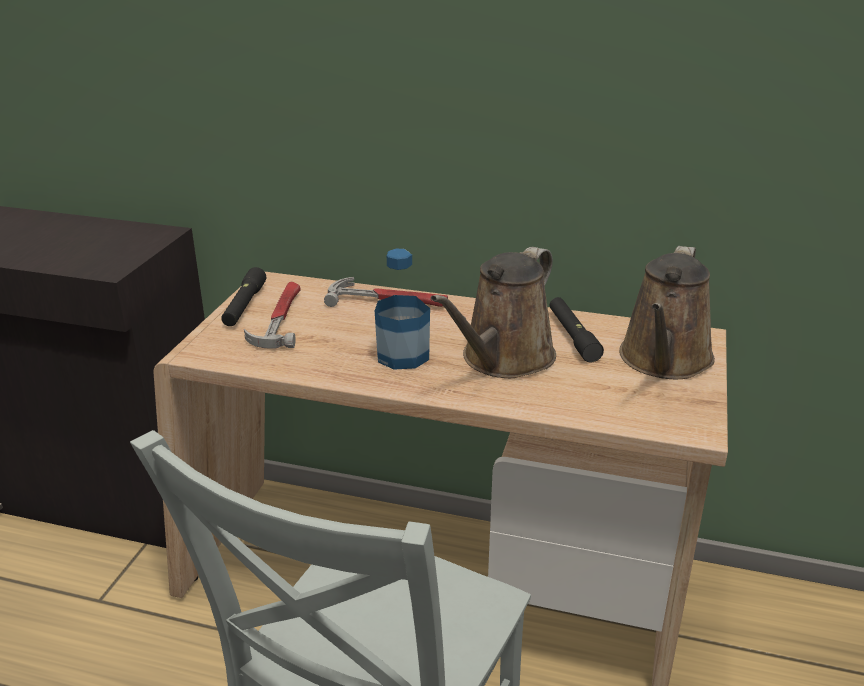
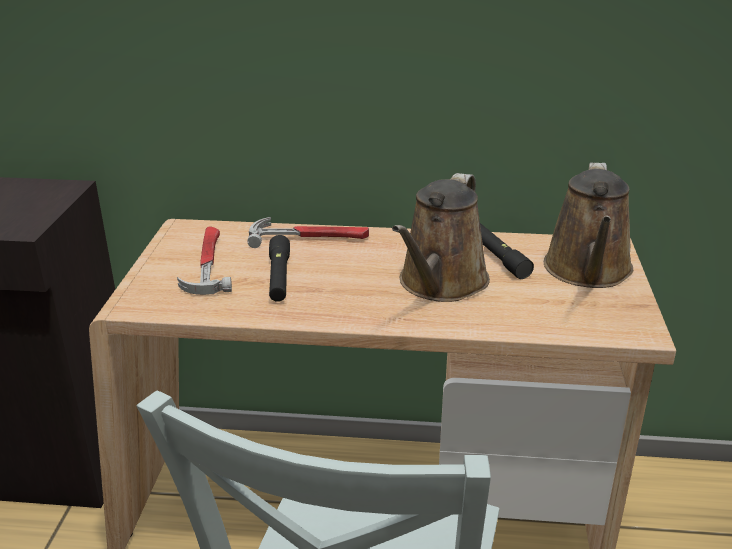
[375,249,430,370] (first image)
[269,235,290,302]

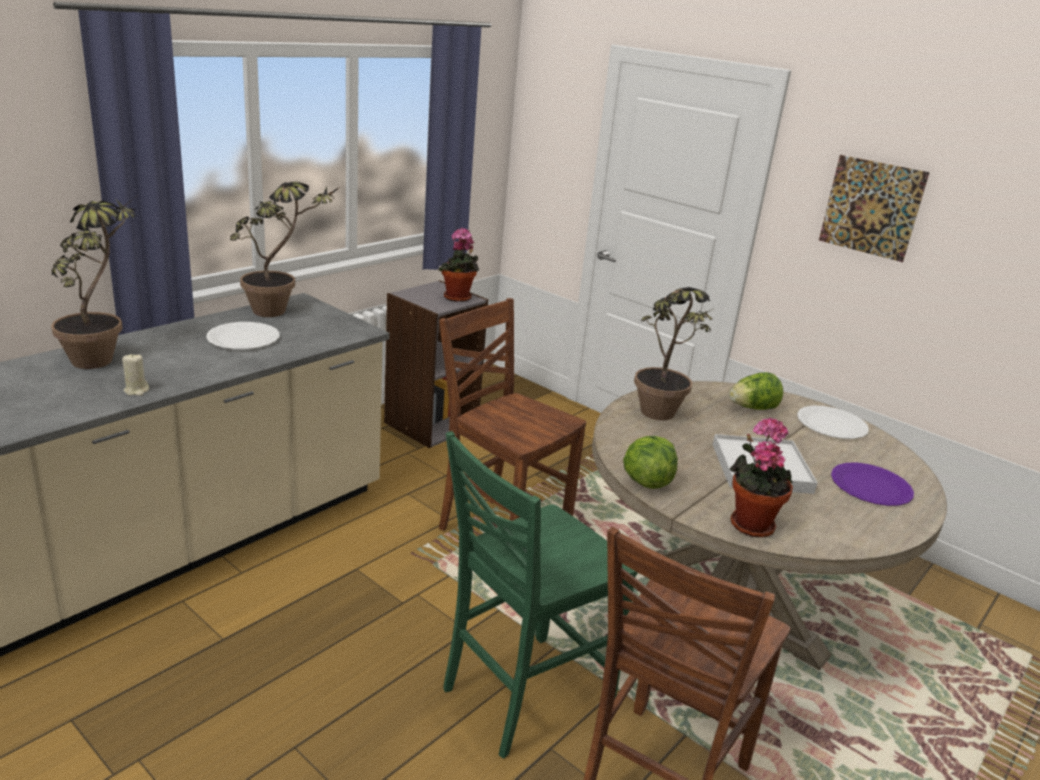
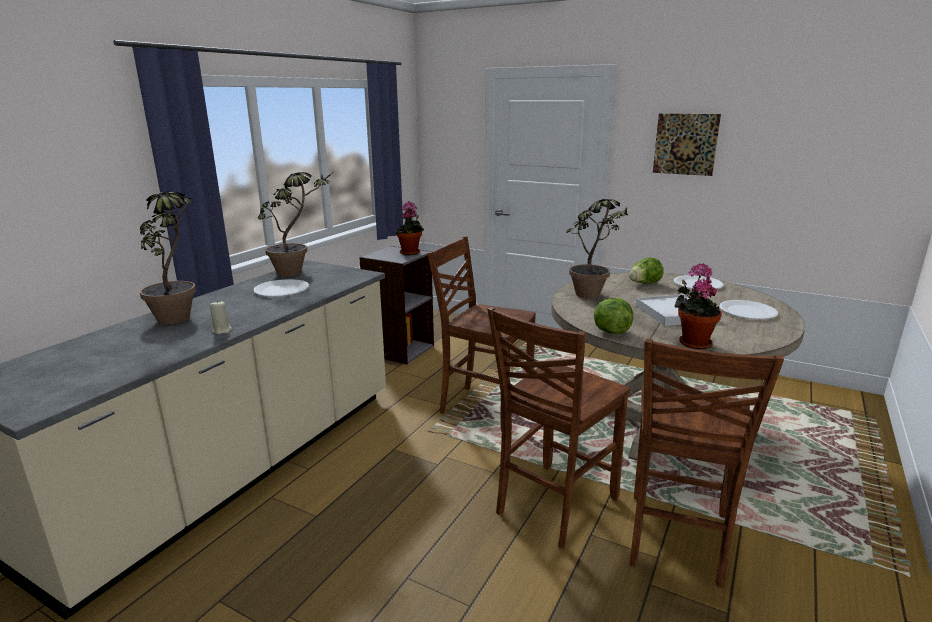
[488,307,630,549]
[719,300,778,319]

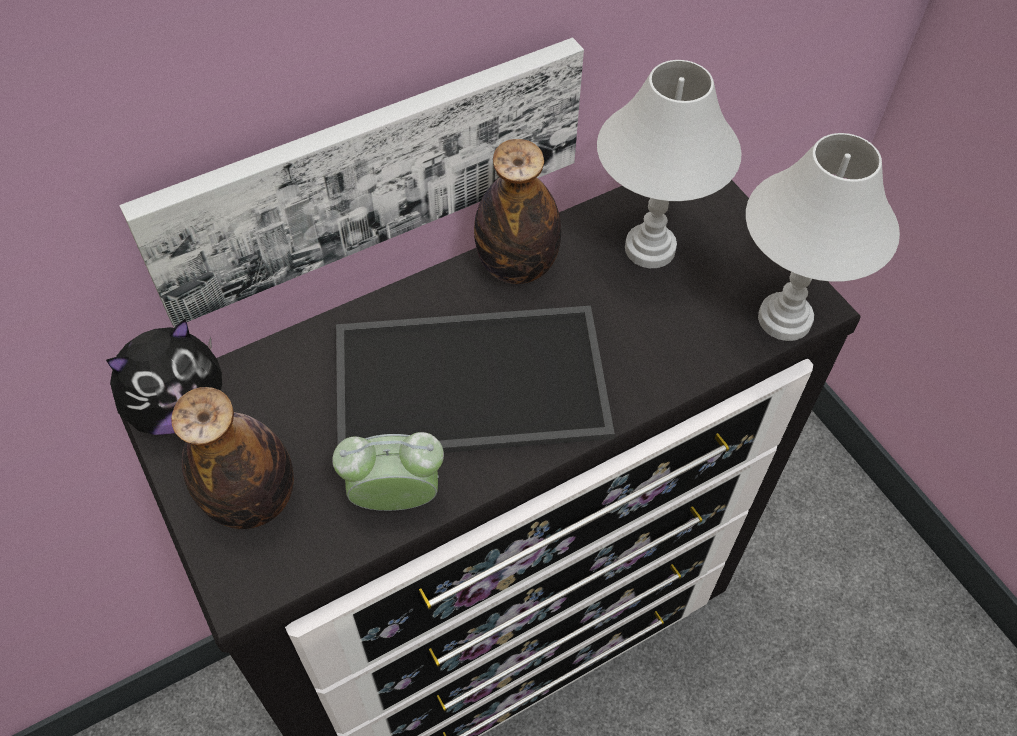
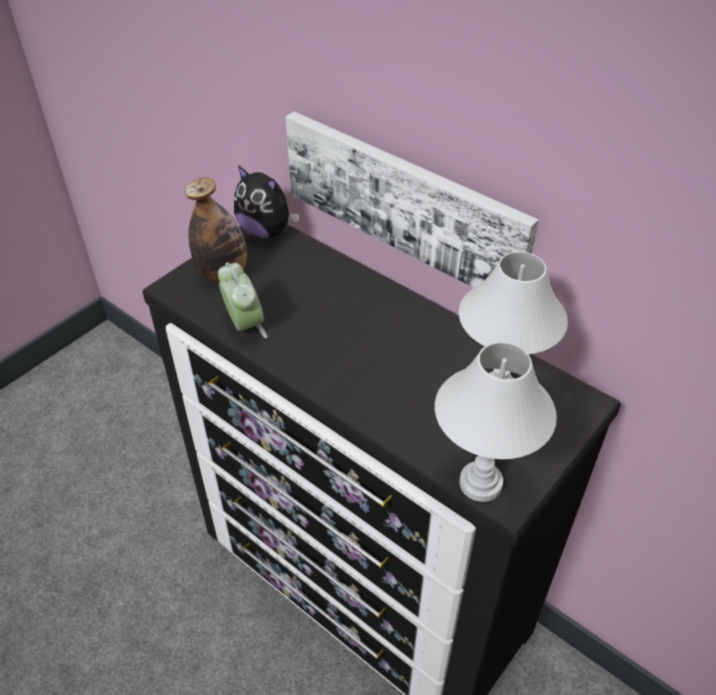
[336,306,615,453] (first image)
[474,139,561,284] (first image)

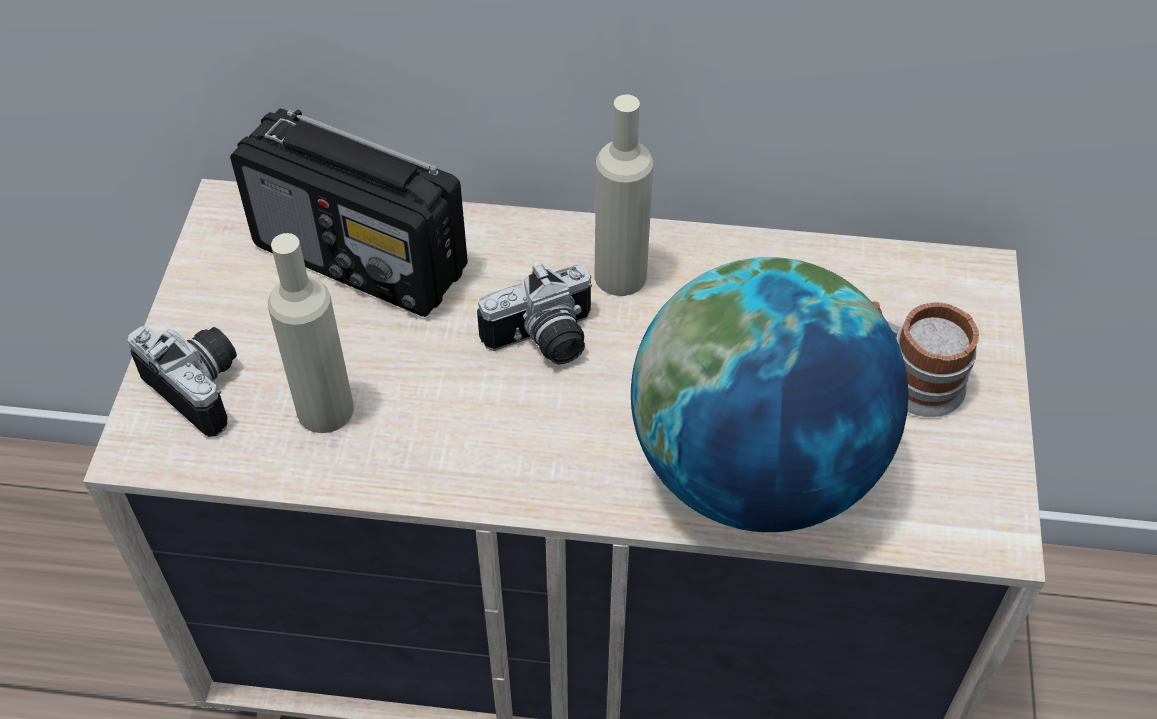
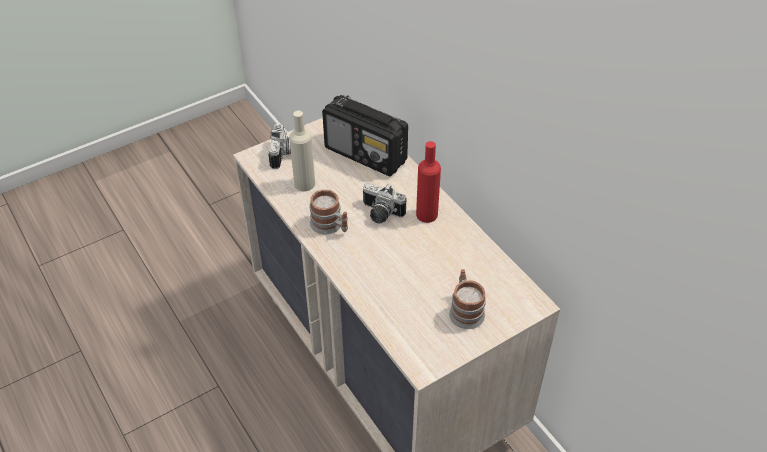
[631,257,908,532] (first image)
[310,189,348,234]
[416,141,441,223]
[322,95,408,176]

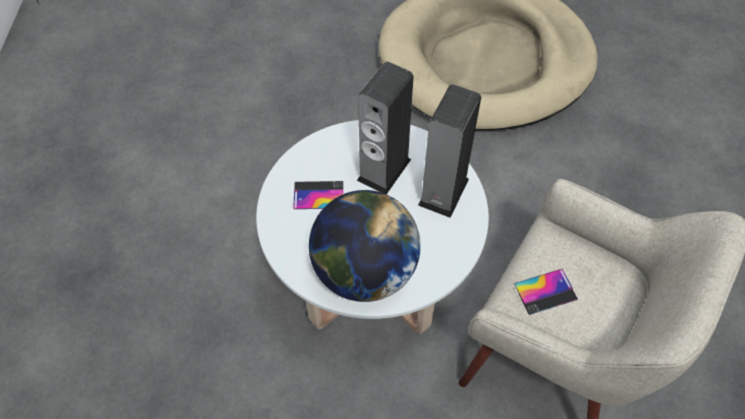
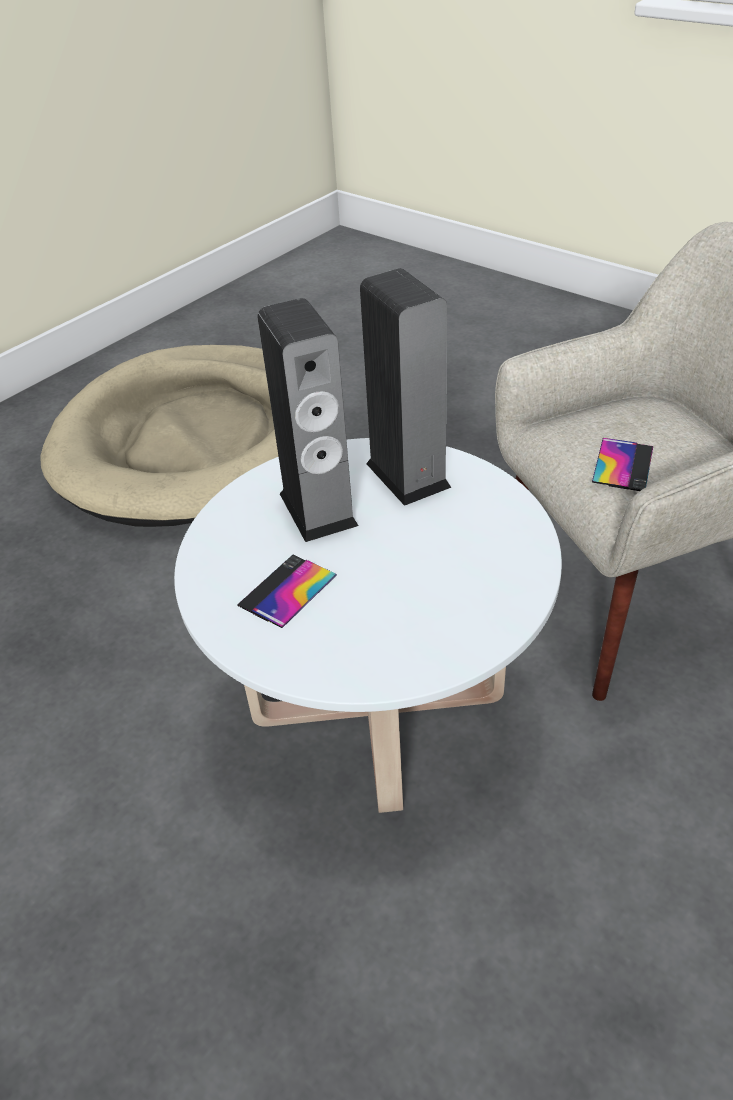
[309,190,421,302] (first image)

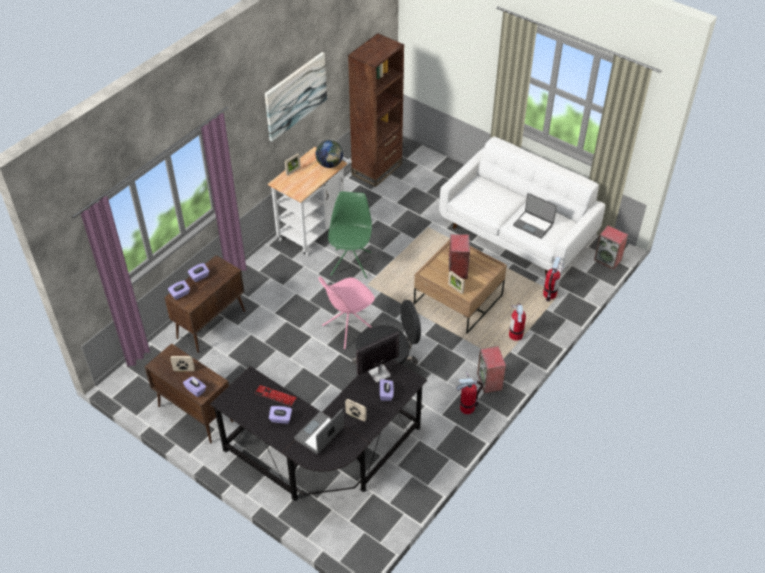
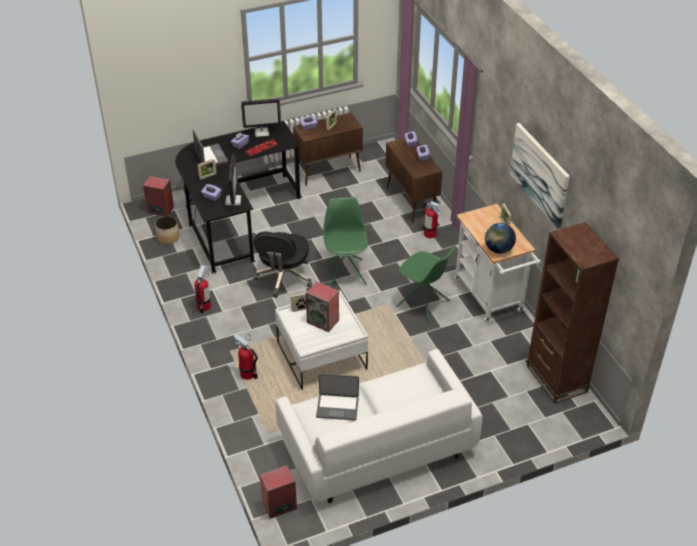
[155,216,179,244]
[241,99,281,137]
[143,176,174,216]
[423,201,441,238]
[323,197,368,287]
[275,290,368,390]
[316,373,359,420]

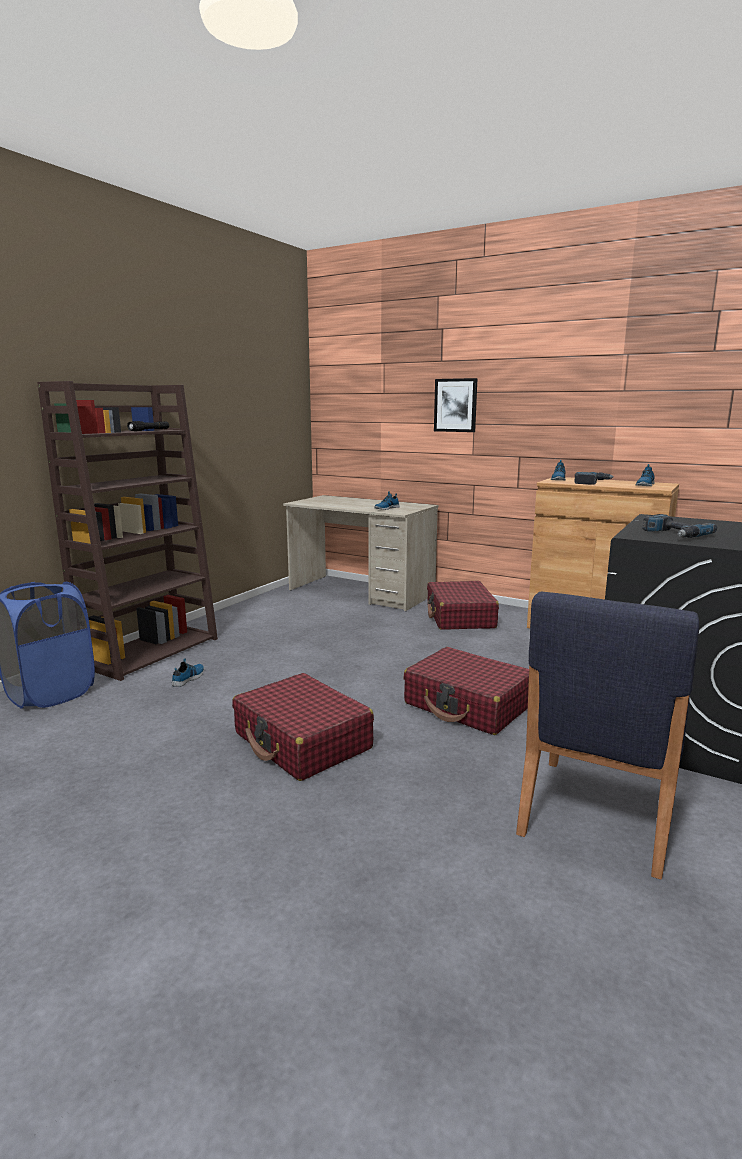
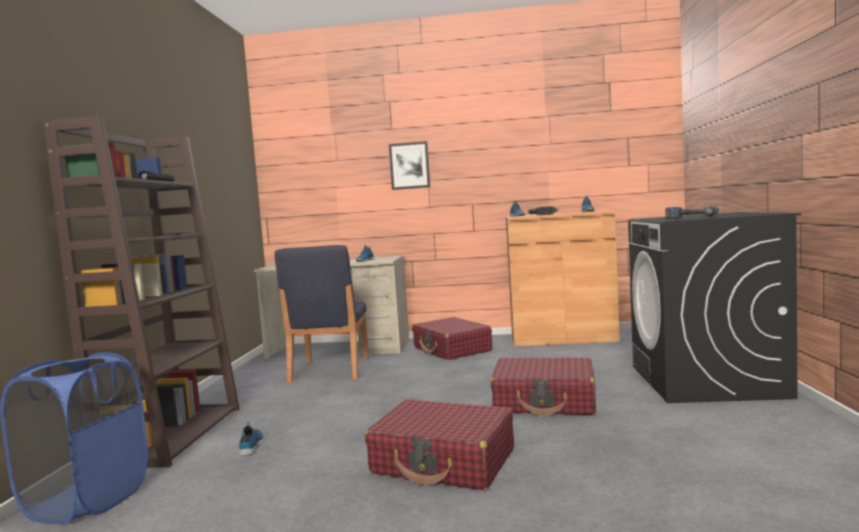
[274,245,369,383]

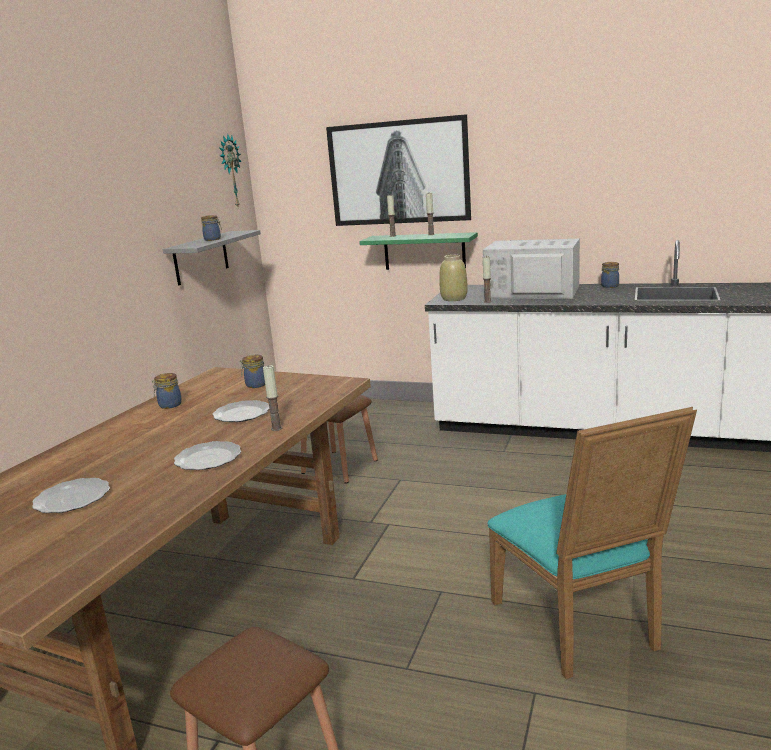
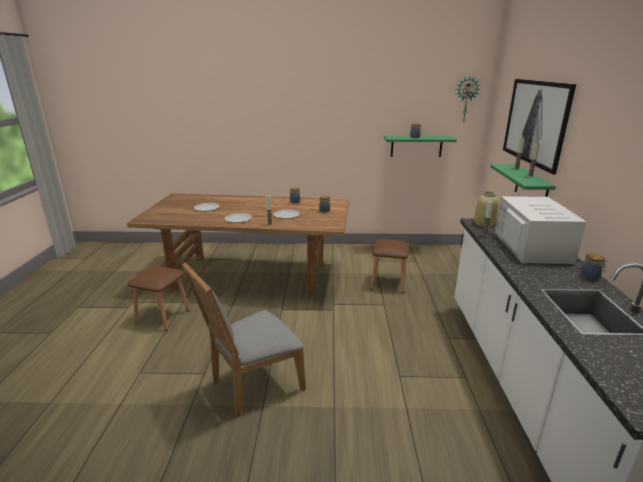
[384,136,457,157]
[182,262,306,418]

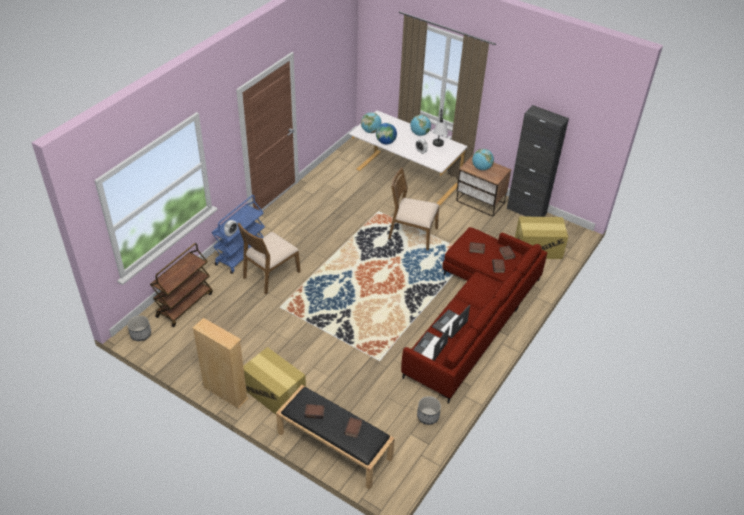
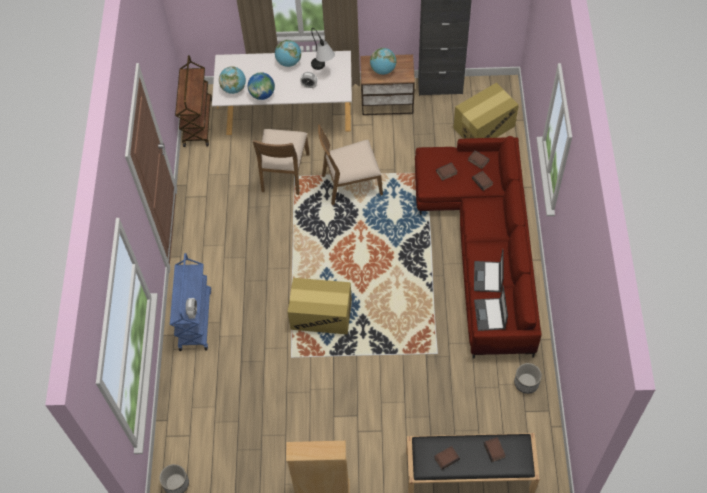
[175,55,212,147]
[253,129,310,195]
[288,278,352,334]

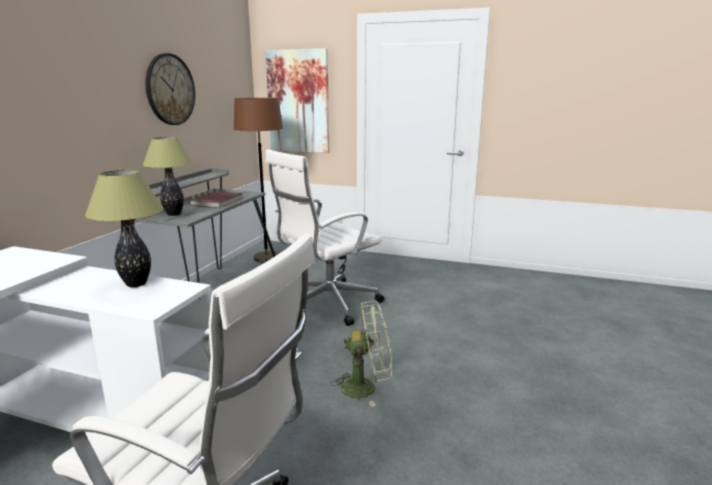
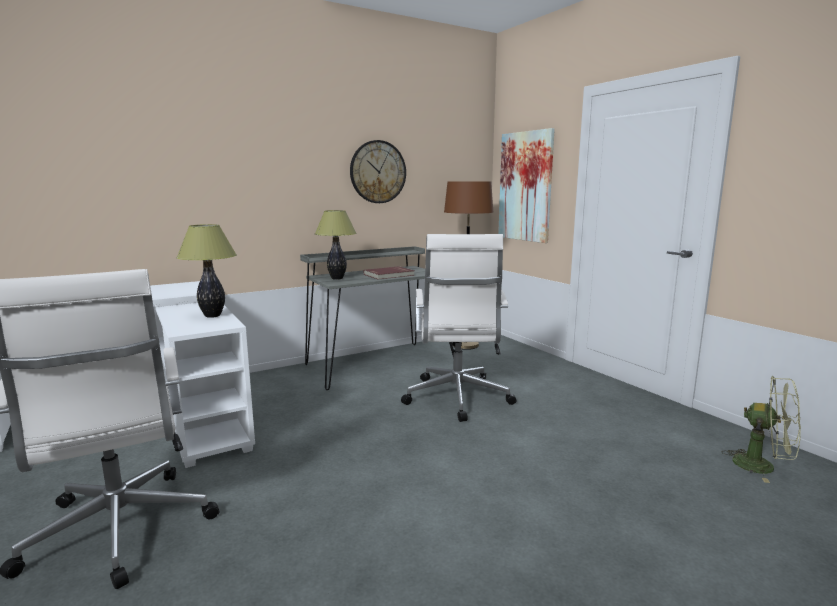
[721,376,801,483]
[401,234,516,422]

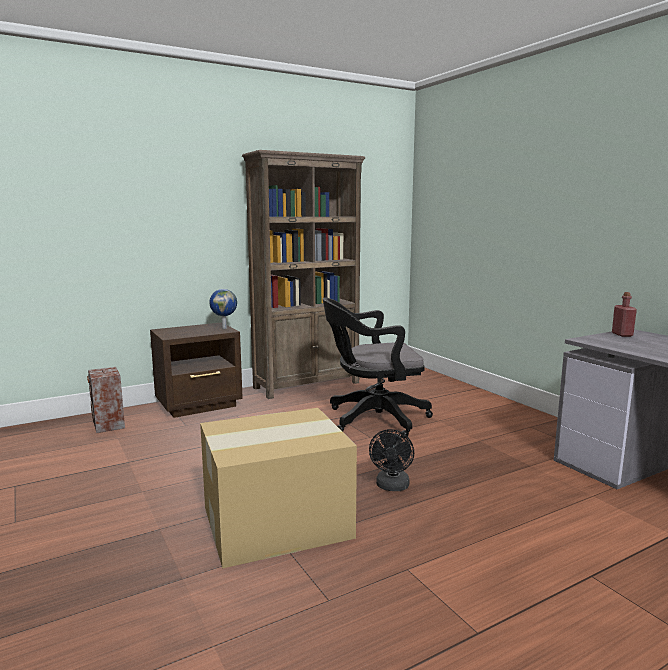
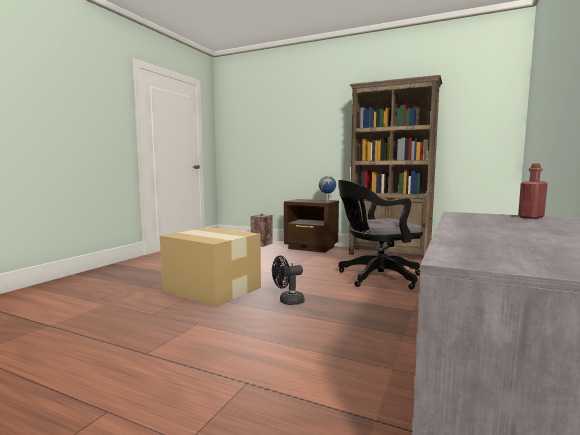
[338,180,423,289]

